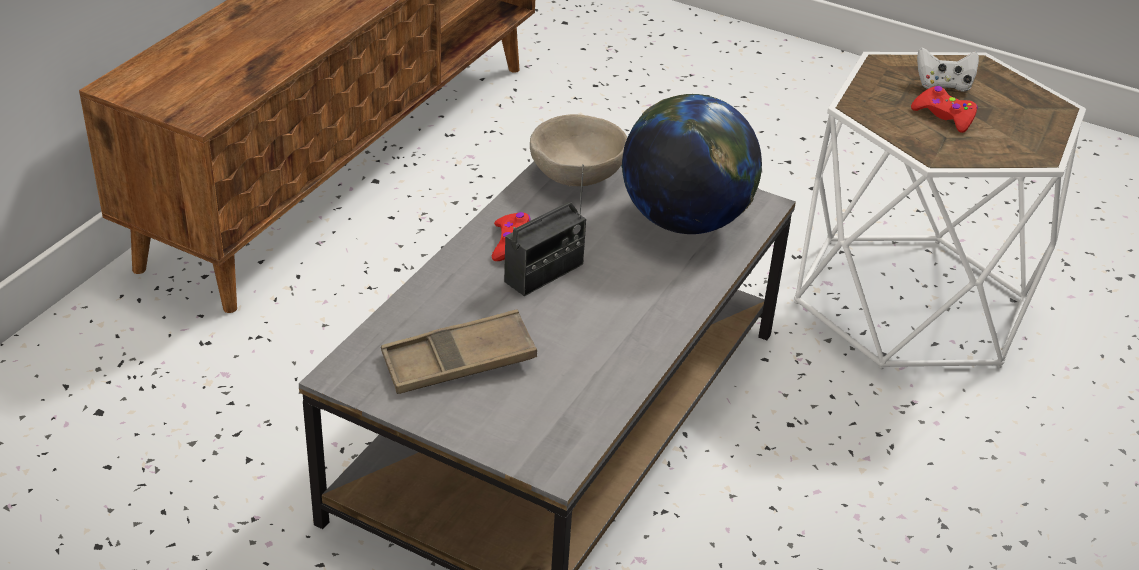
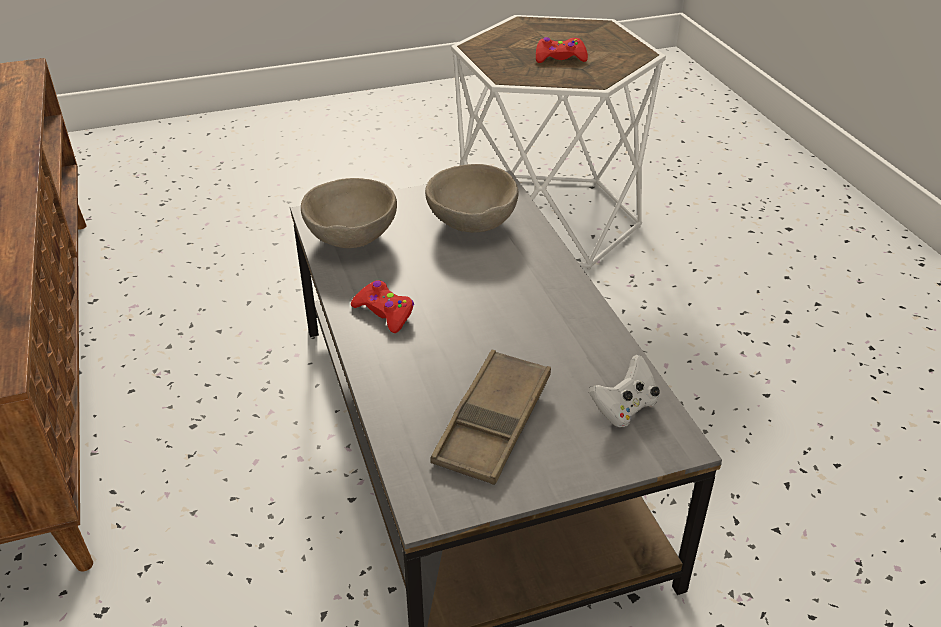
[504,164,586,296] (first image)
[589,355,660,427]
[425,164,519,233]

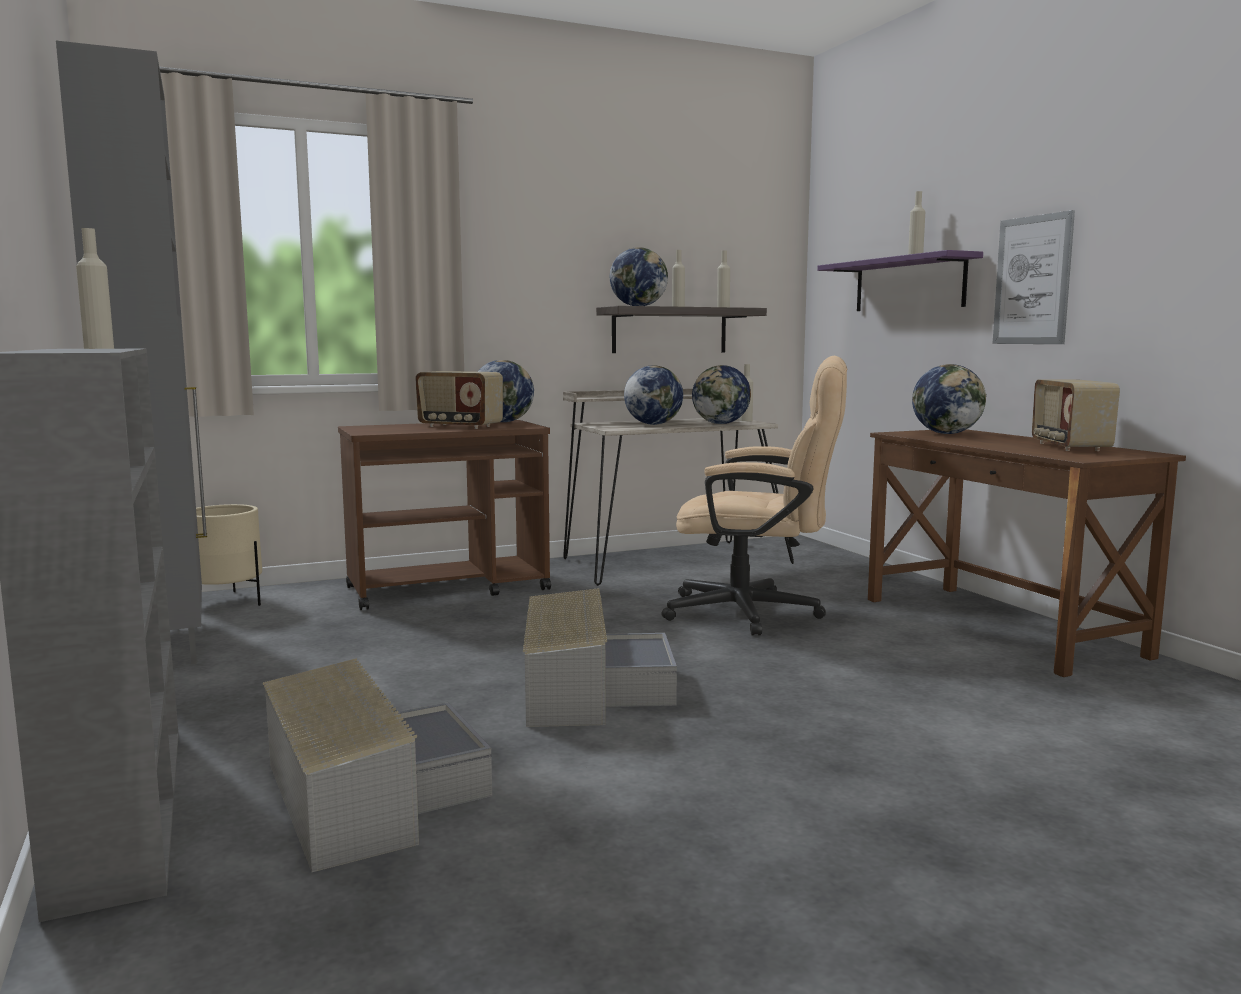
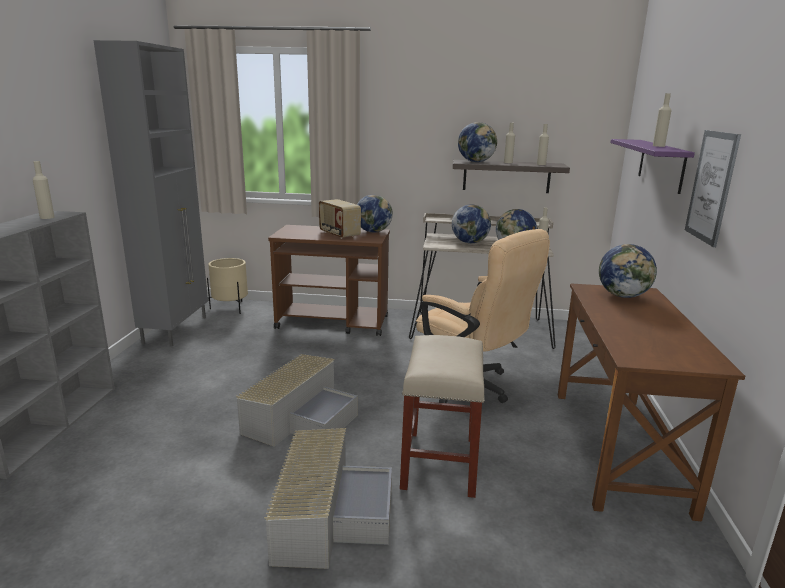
[1032,380,1120,451] (first image)
[400,335,485,498]
[264,428,392,569]

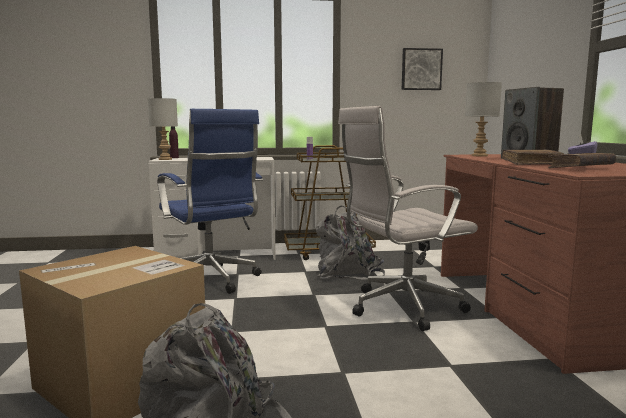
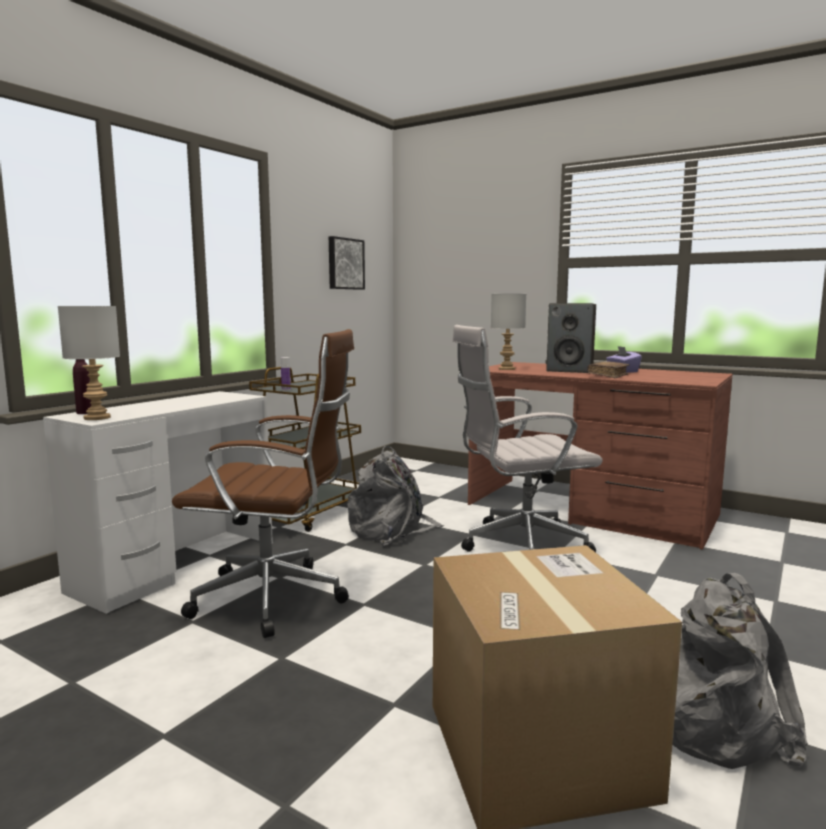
[548,153,616,168] (first image)
[172,329,354,638]
[452,325,603,552]

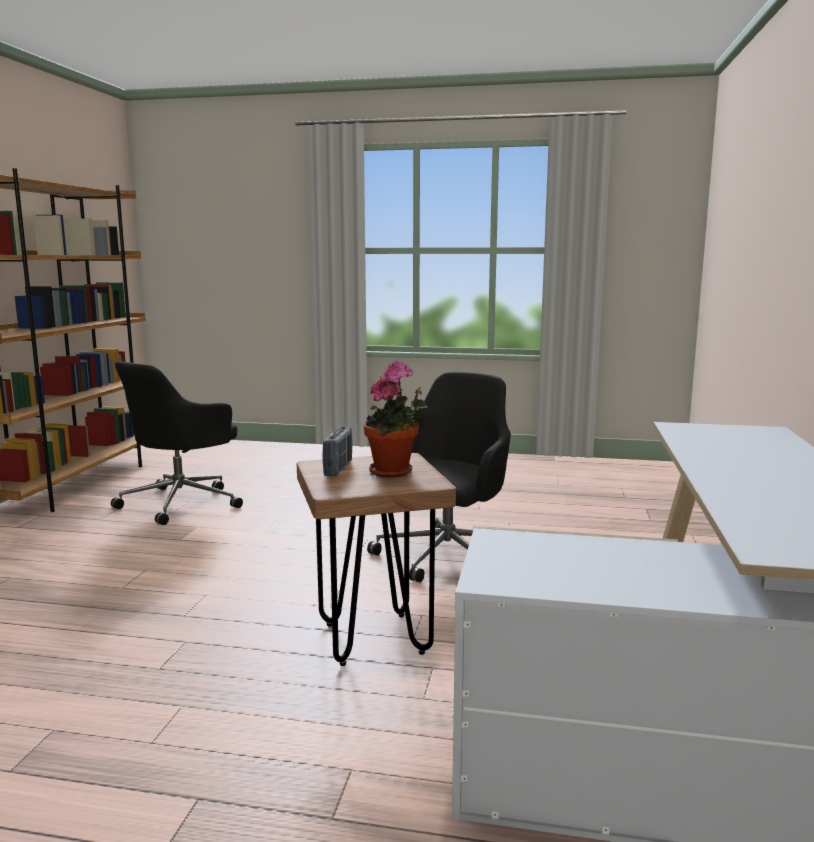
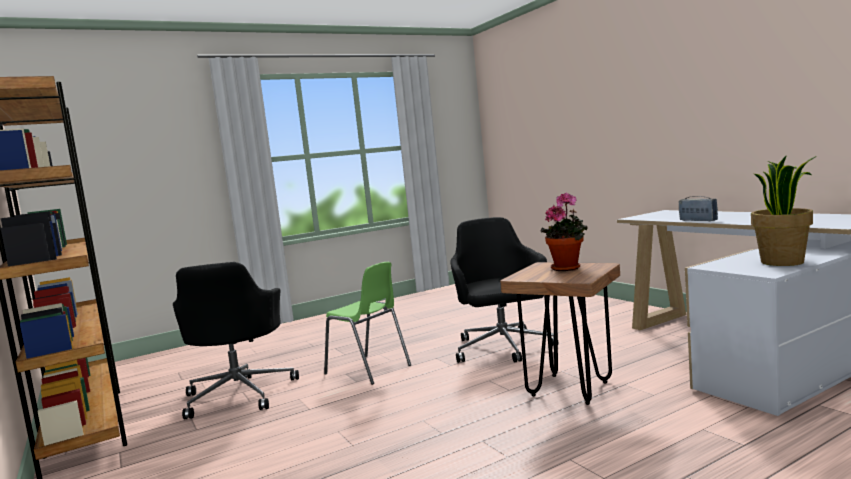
[324,262,411,385]
[751,156,817,266]
[679,196,718,221]

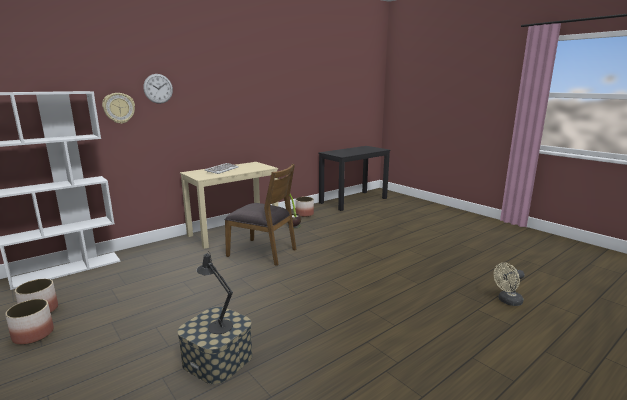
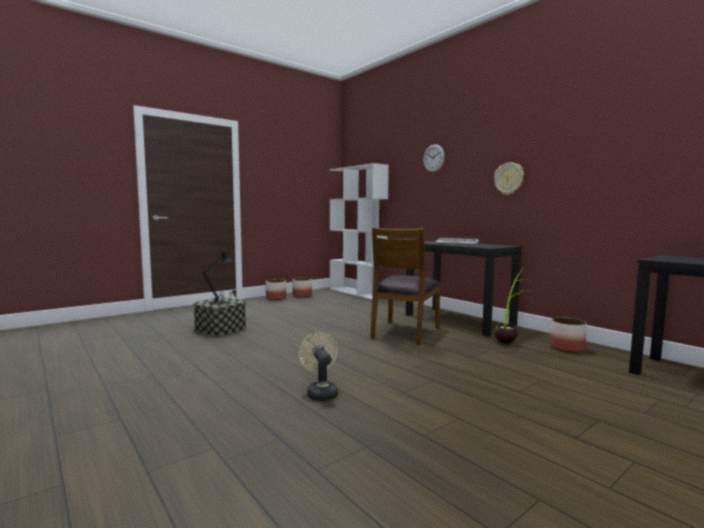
[494,162,524,195]
[299,332,338,401]
[406,241,523,337]

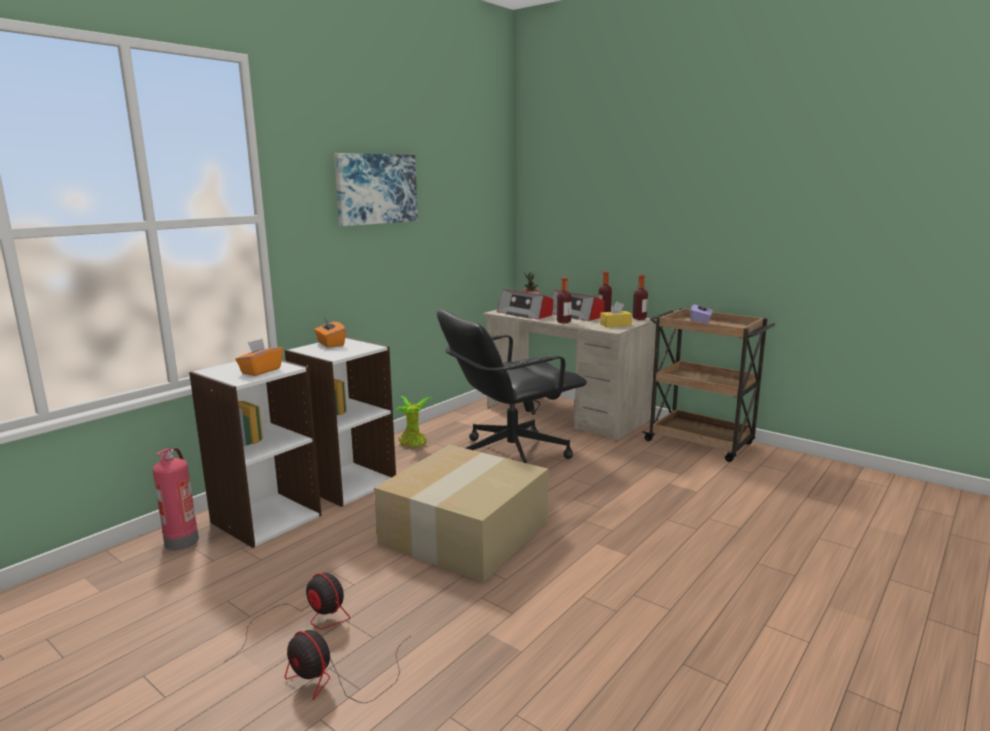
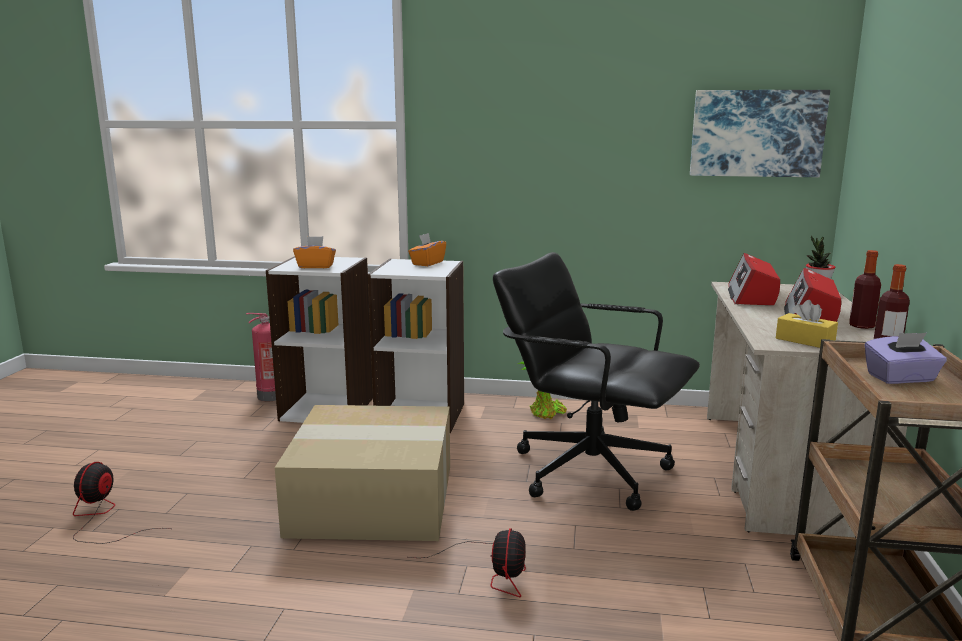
[557,277,572,323] (first image)
[409,528,526,597]
[690,90,830,177]

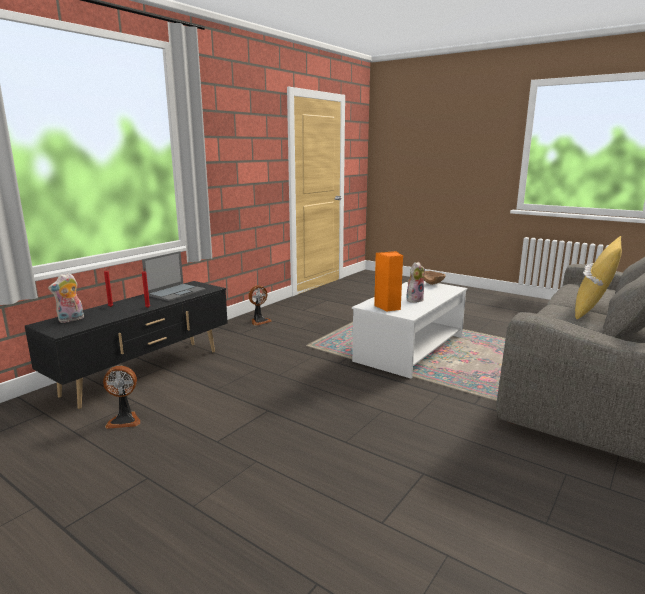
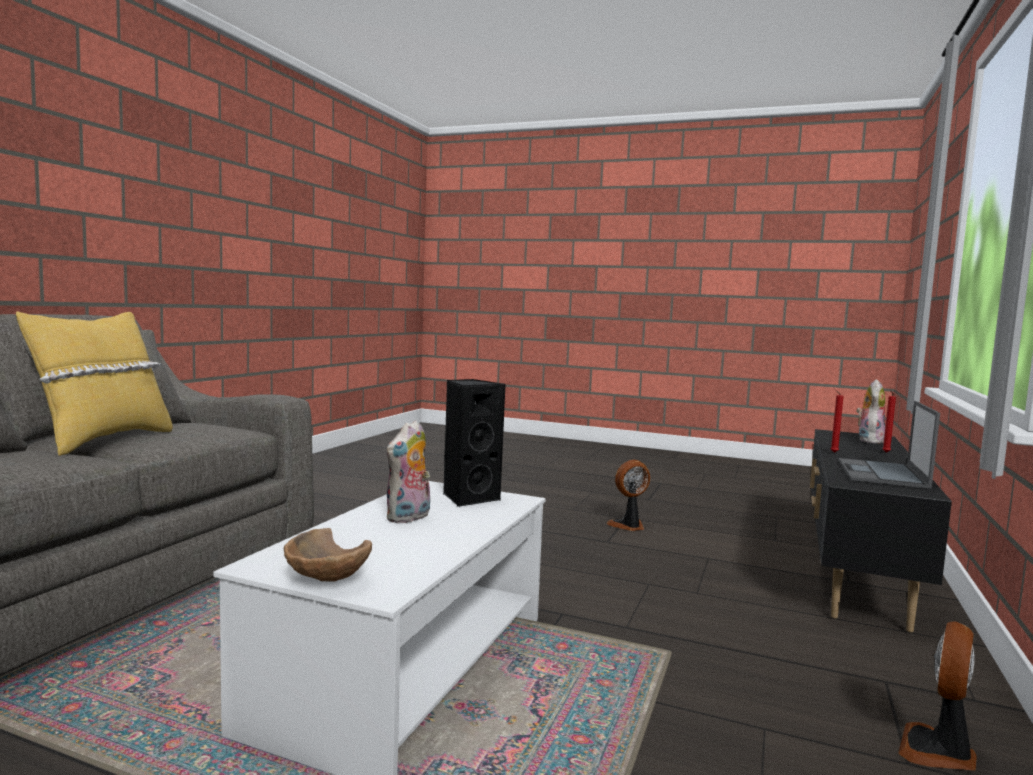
[607,460,650,531]
[443,379,506,507]

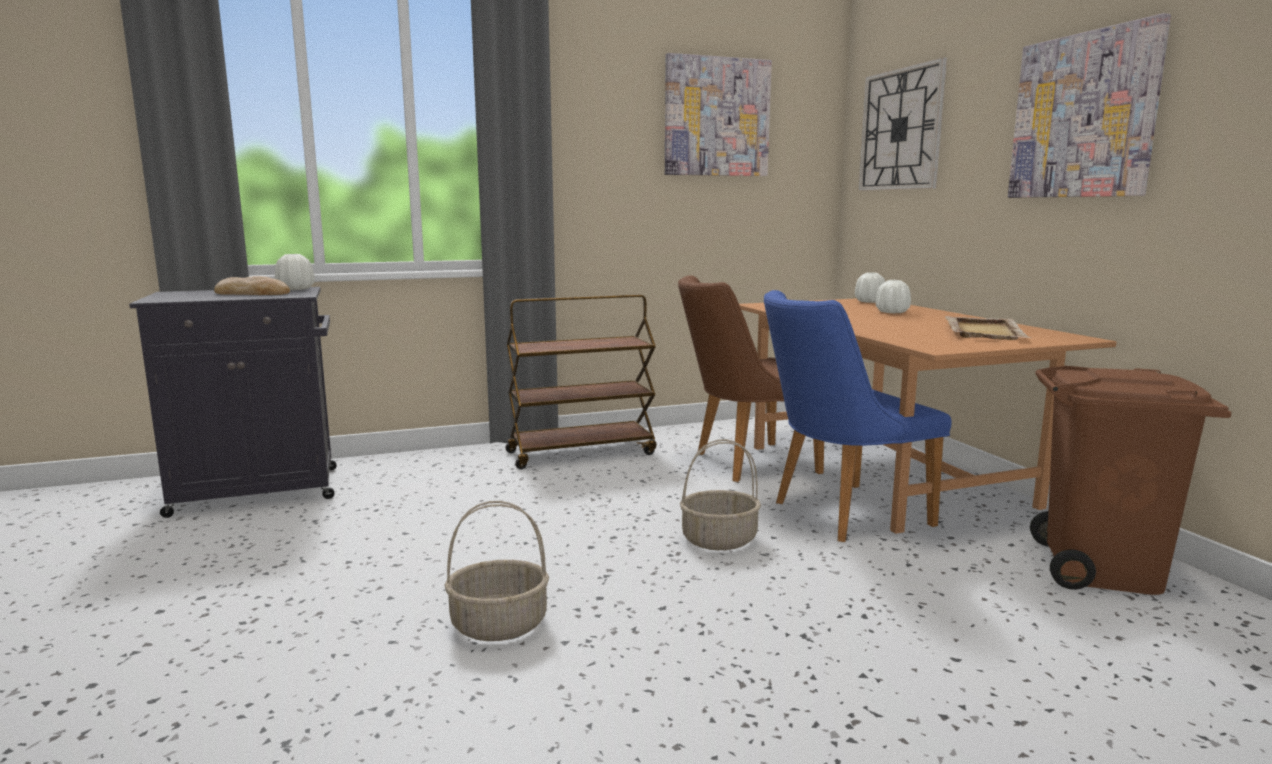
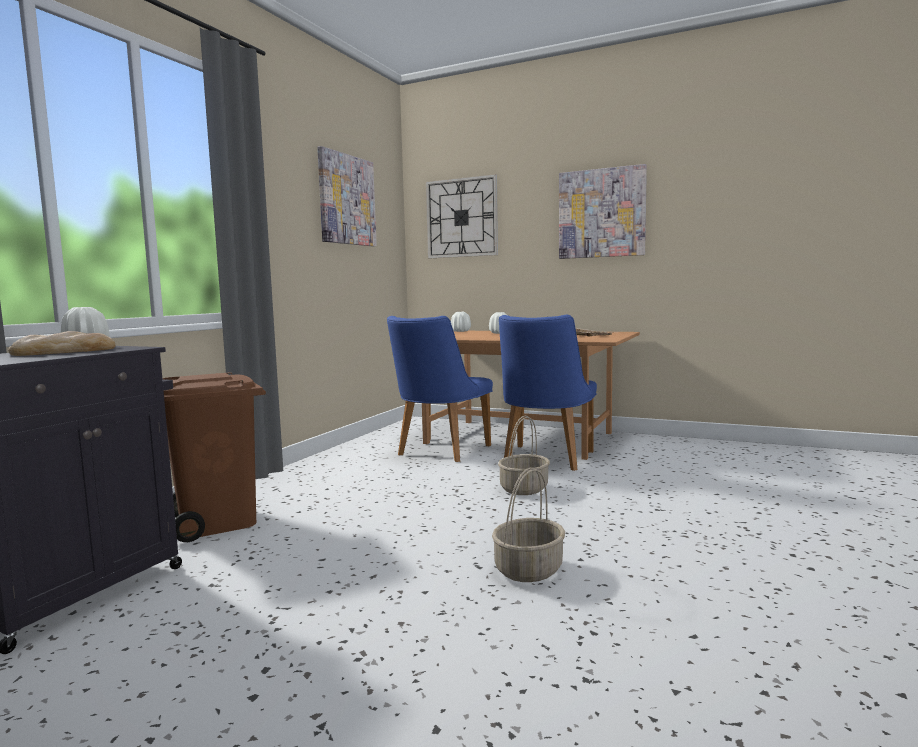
[505,294,657,469] (first image)
[162,372,266,542]
[387,316,493,462]

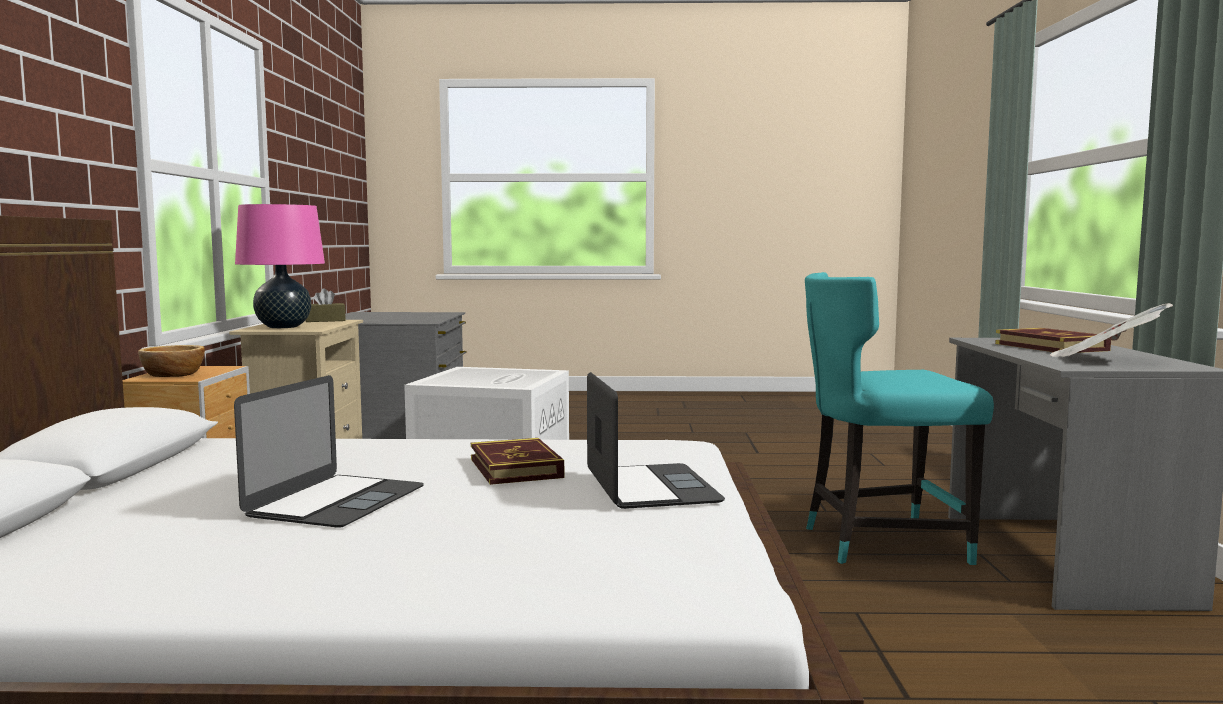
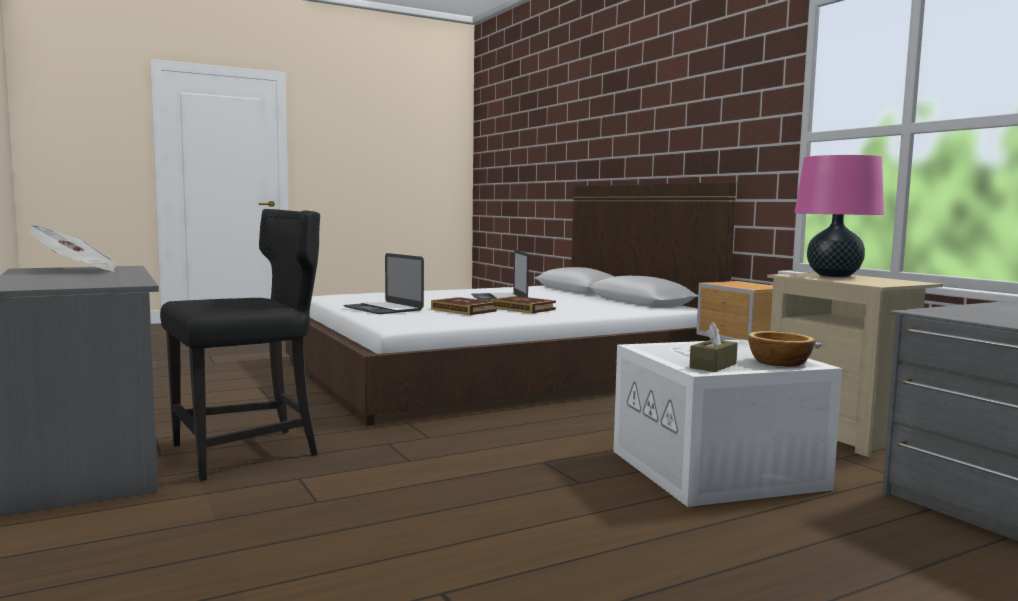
[748,331,814,367]
[690,322,738,372]
[491,296,556,313]
[160,209,320,481]

